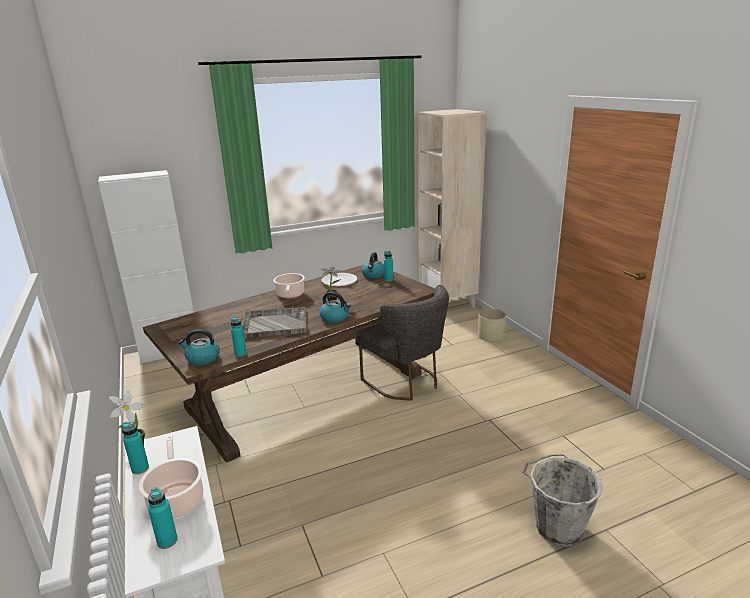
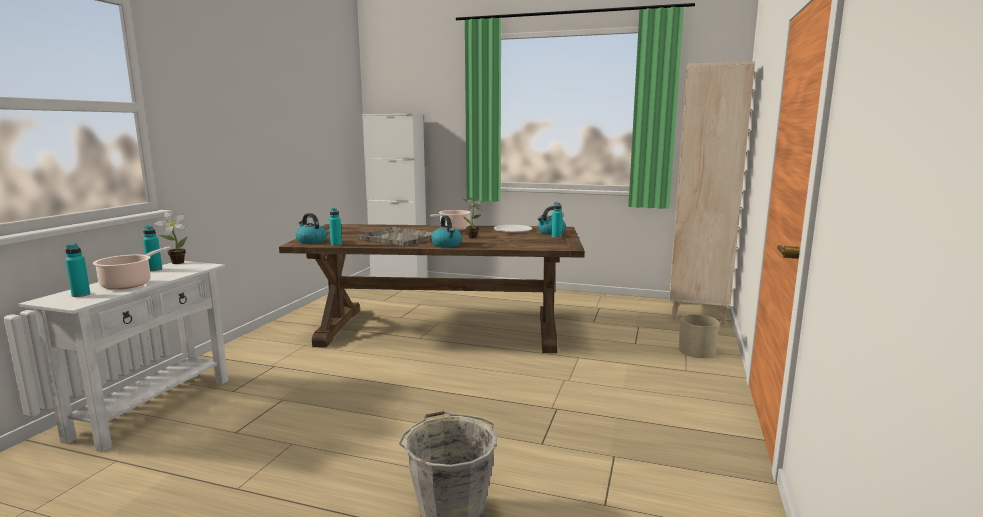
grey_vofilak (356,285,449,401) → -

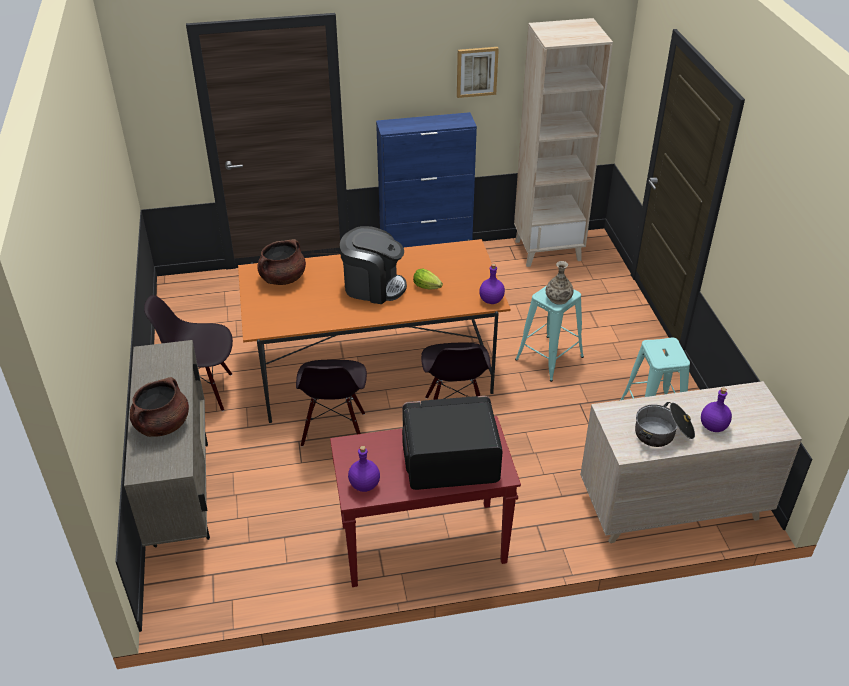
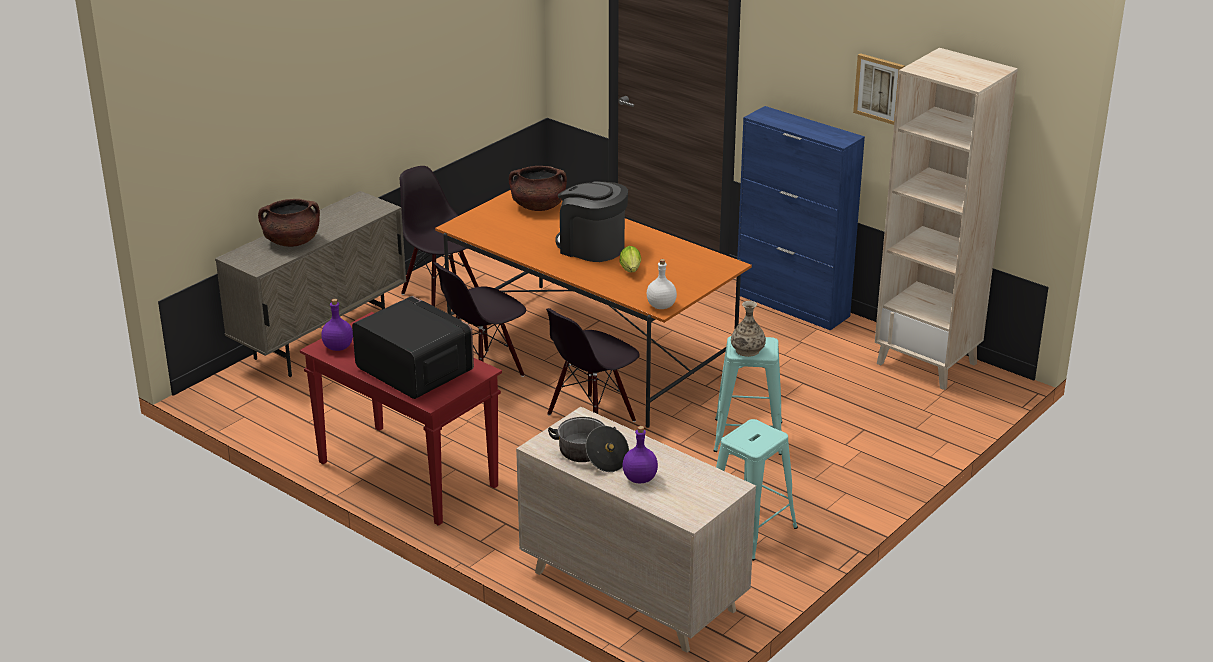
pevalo (340,226,407,304) → pevalo (555,181,628,262), 150 degrees clockwise
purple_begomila (479,264,505,304) → white_begomila (647,259,677,309)

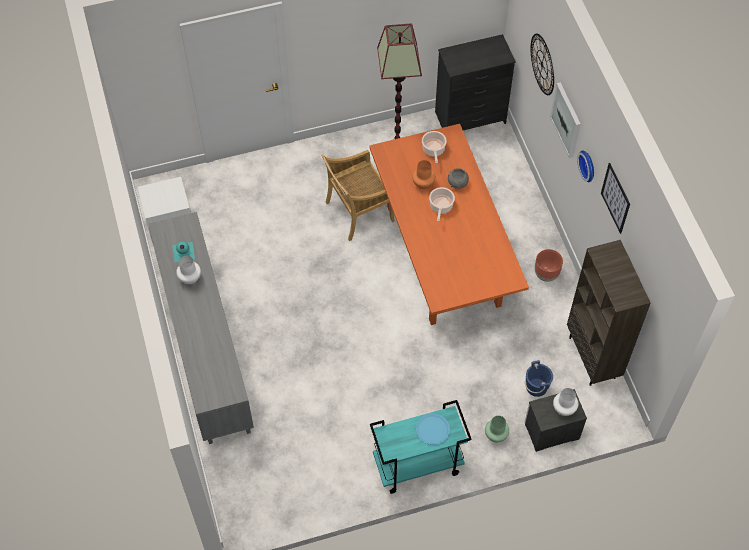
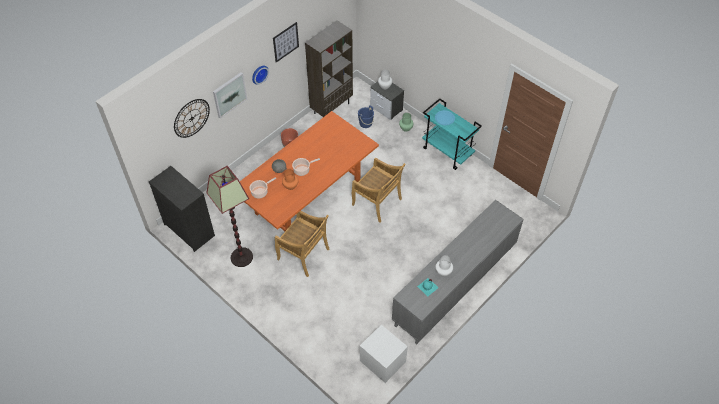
- → beige_vofilak (352,158,406,223)

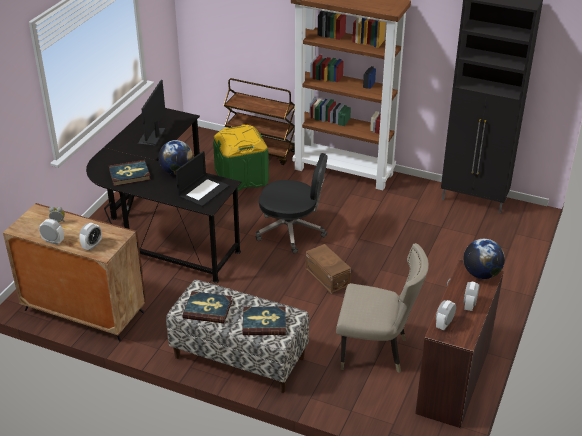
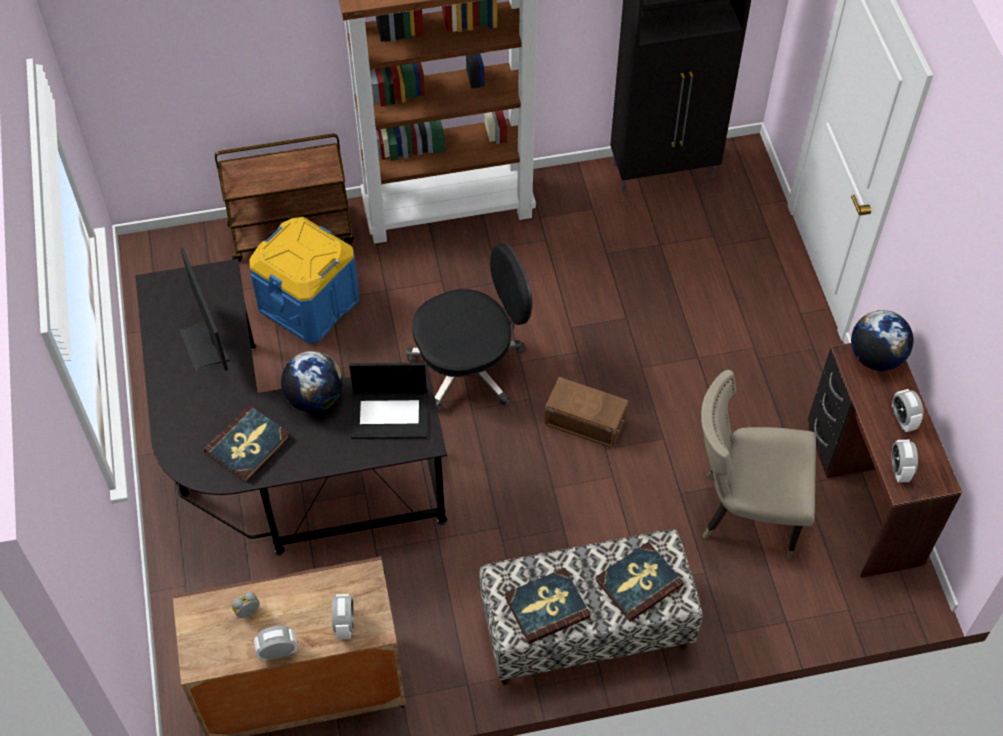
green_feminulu (213,125,269,191) → blue_feminulu (249,217,359,343)
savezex (176,151,229,207) → savezex (349,363,428,439), 90 degrees clockwise
beige_vofilak (336,243,429,373) → beige_vofilak (701,370,816,559), 150 degrees counterclockwise

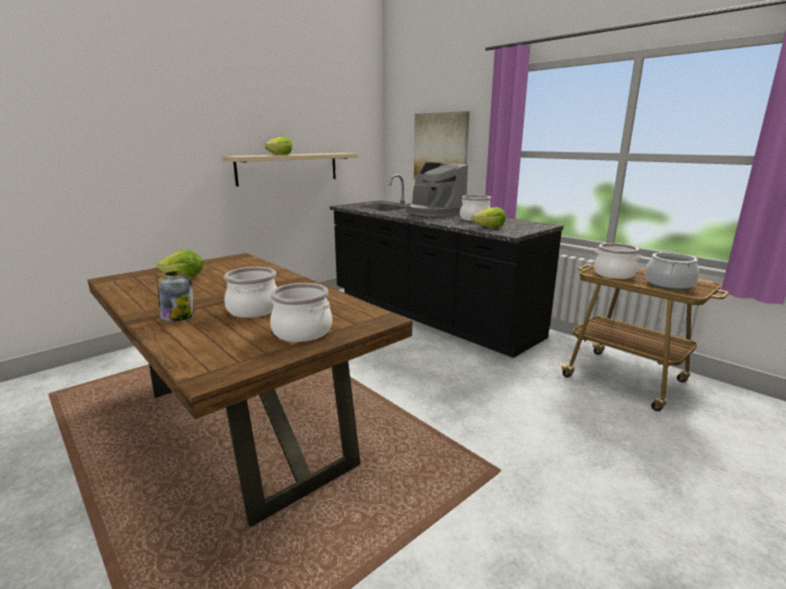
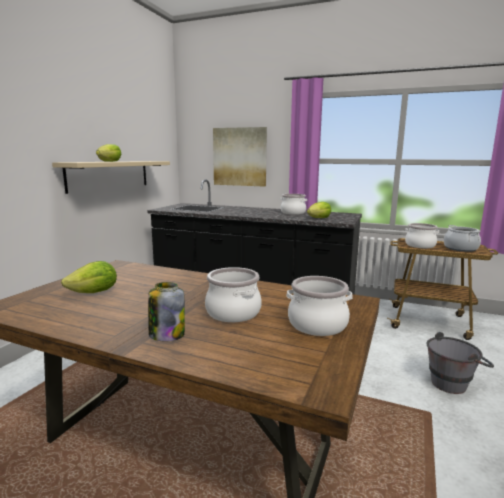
pevalo (406,162,468,217) → -
- → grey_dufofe (426,332,494,394)

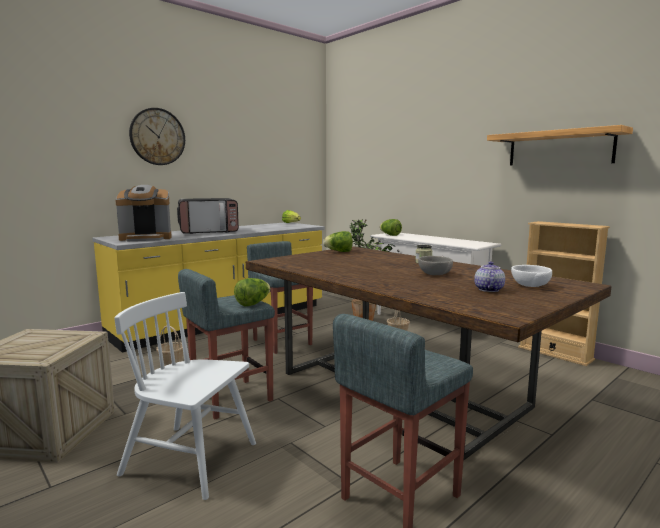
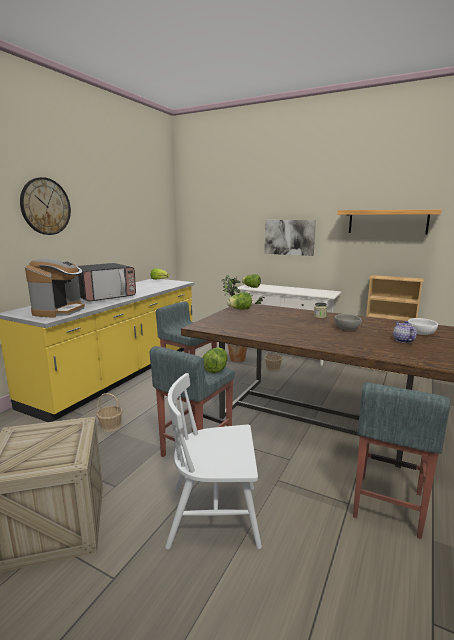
pevalo (116,185,172,241) → pevalo (25,259,85,317), 45 degrees counterclockwise
- → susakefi (264,220,316,256)

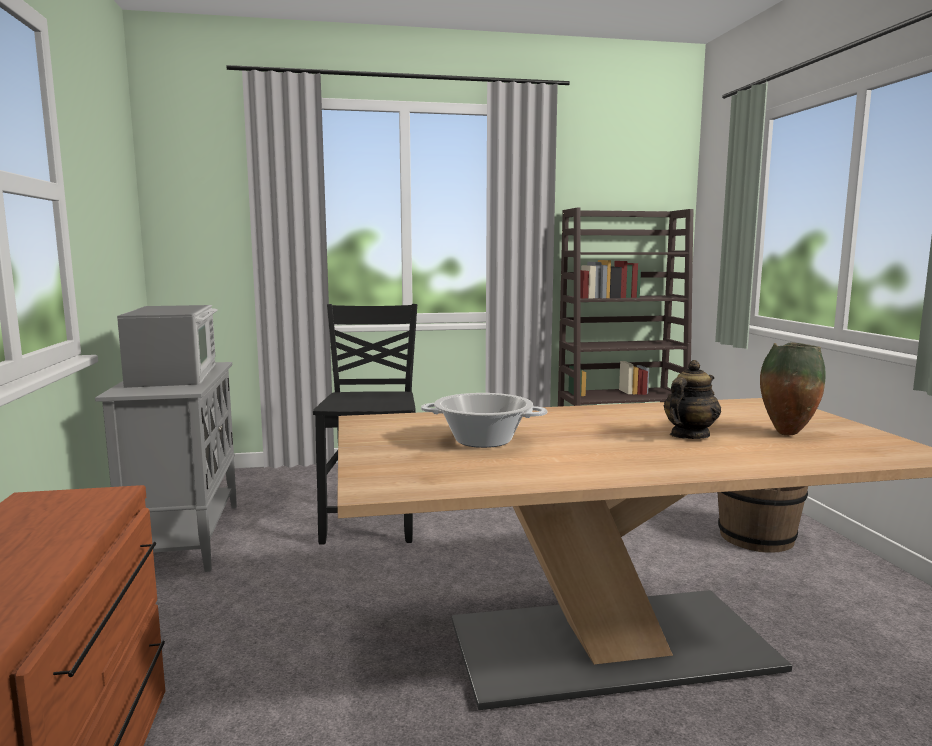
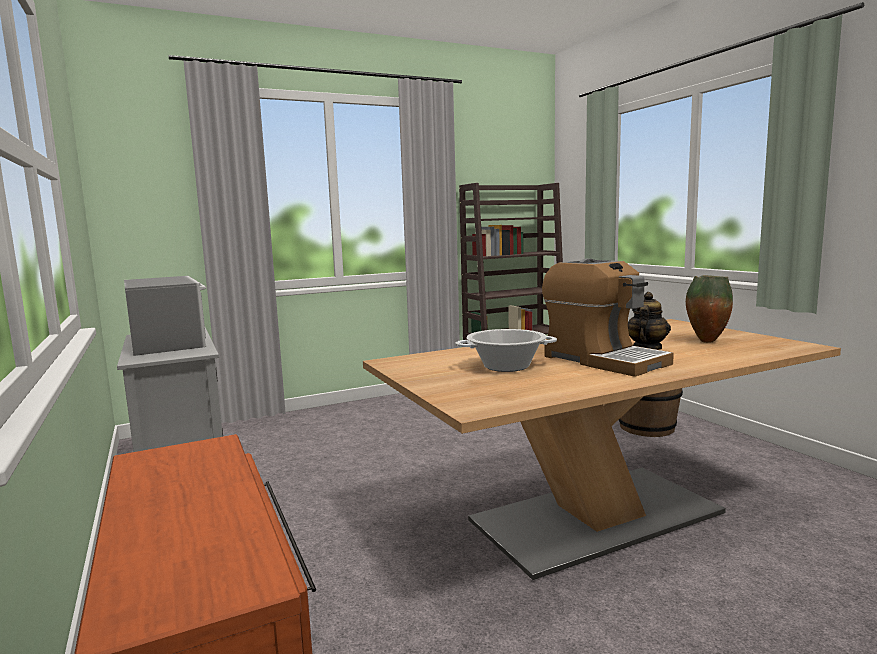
black_vofilak (313,304,417,545) → -
- → pevalo (542,259,674,377)

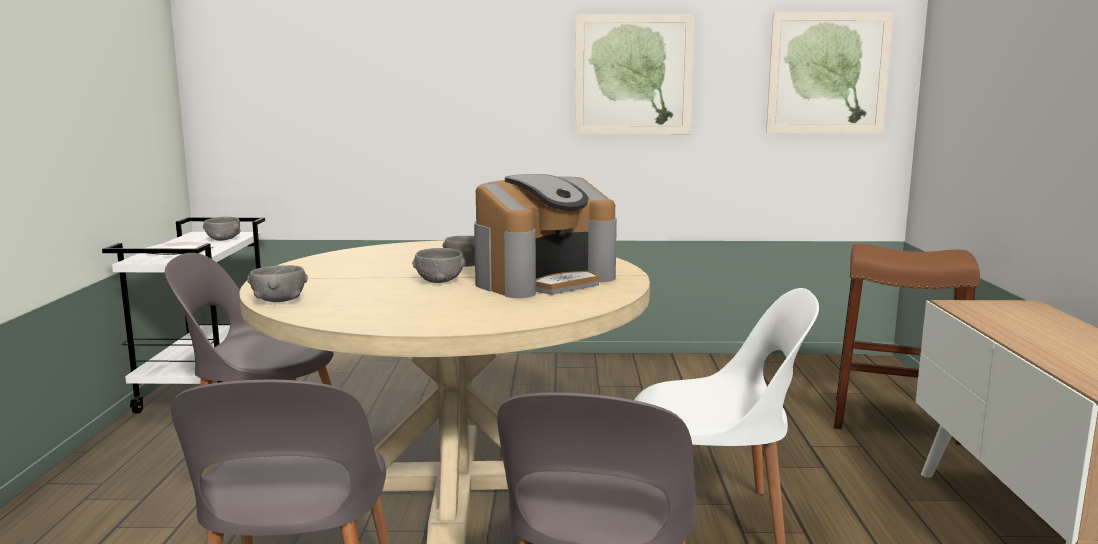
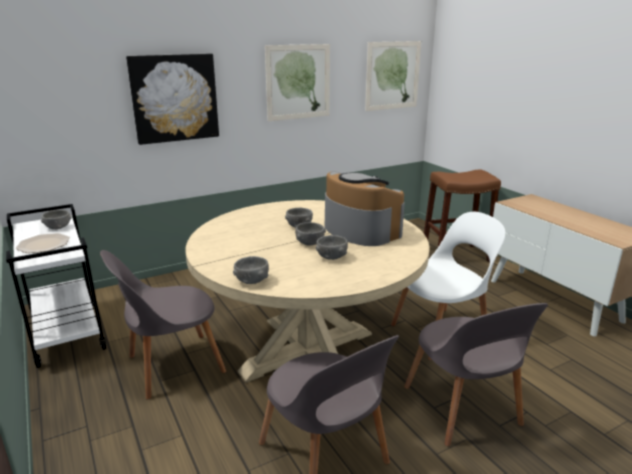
pevalo (474,174,617,298) → pevalo (325,171,405,246), 60 degrees counterclockwise
- → susakefi (126,54,219,145)
- → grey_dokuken (316,235,348,260)

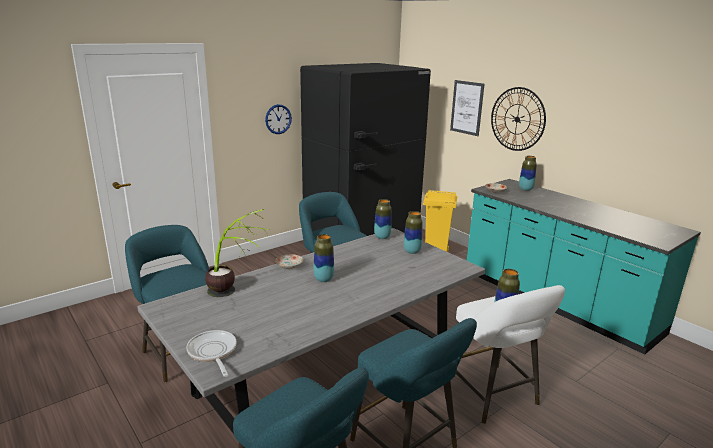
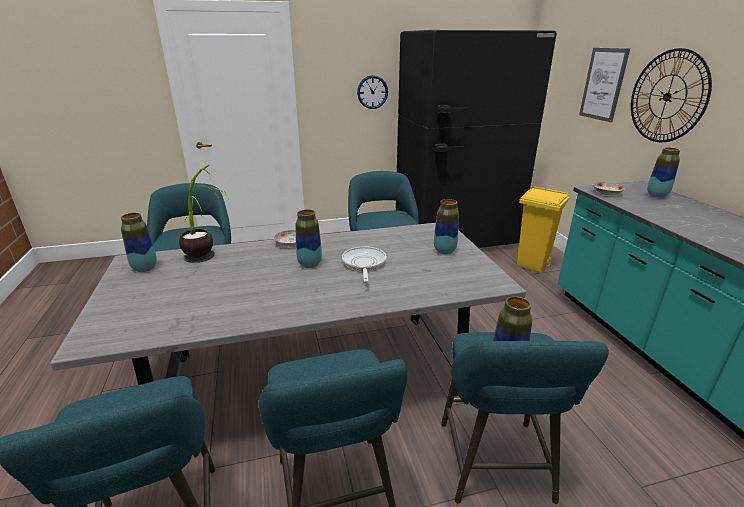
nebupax (374,199,392,239) → nebupax (121,213,157,272), move
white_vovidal (456,285,565,424) → turquoise_vovidal (441,332,609,504)
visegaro (186,330,237,377) → visegaro (342,246,386,282), move

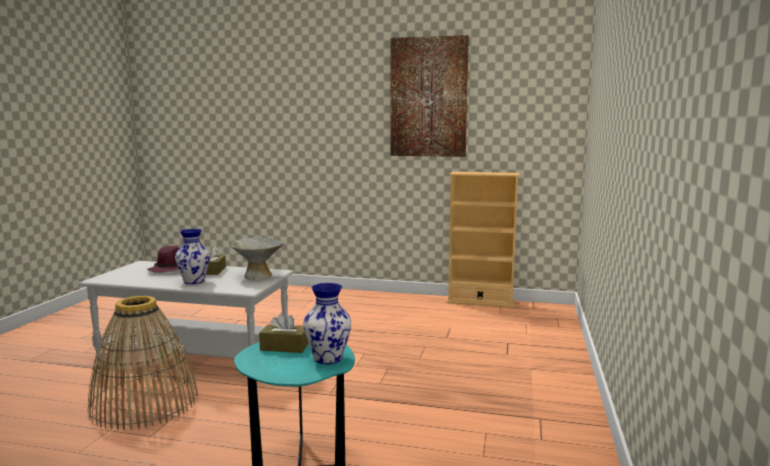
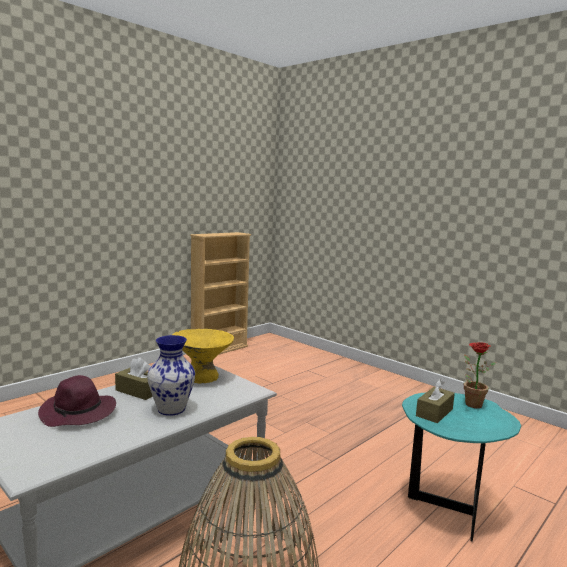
susakefi (390,35,469,157) → -
grey_dokuken (231,237,283,280) → yellow_dokuken (172,329,234,383)
nebupax (303,283,351,364) → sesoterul (464,342,496,408)

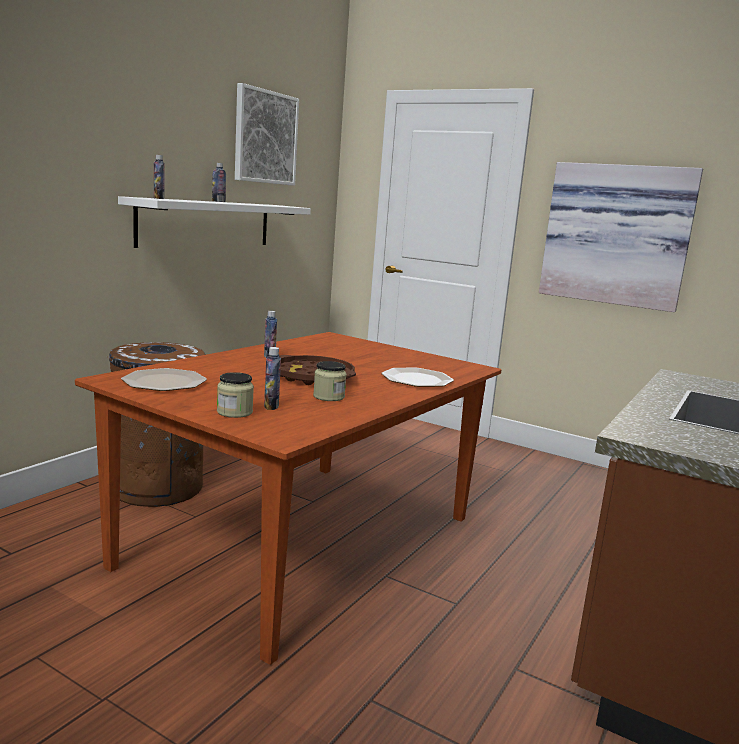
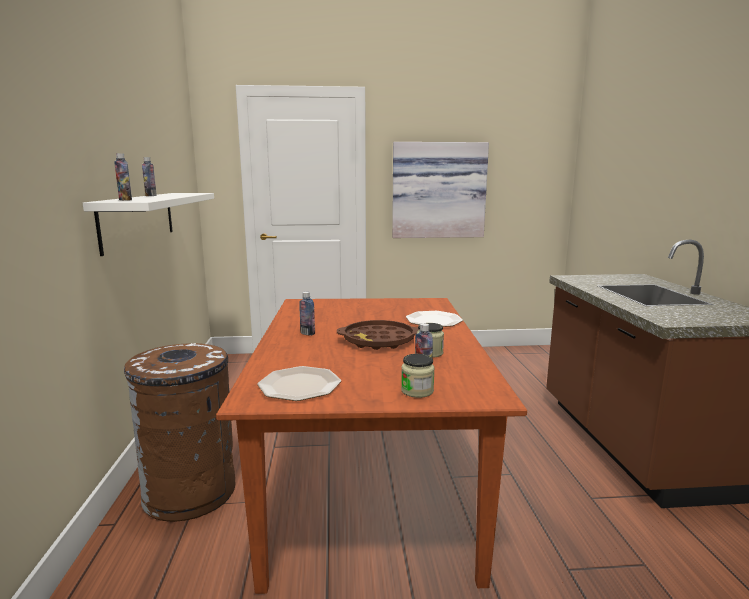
susakefi (235,83,299,186) → -

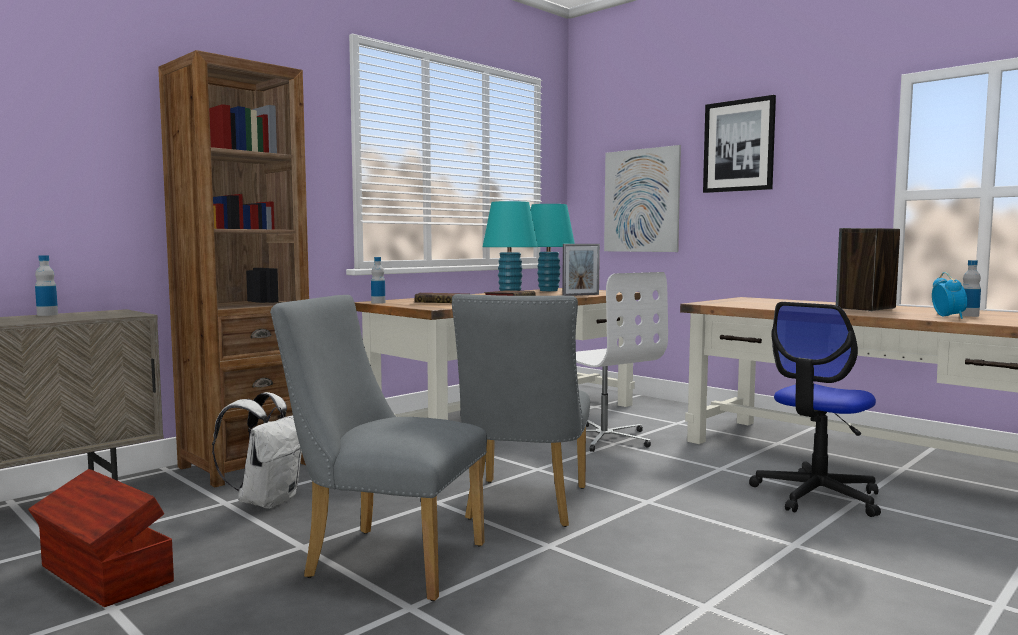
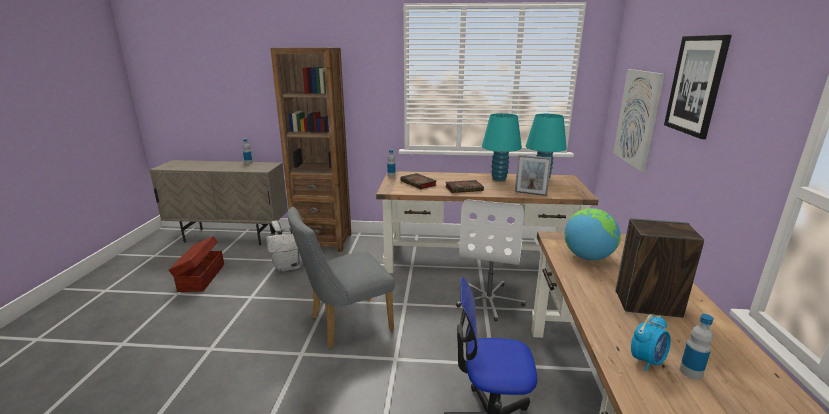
grey_vofilak (270,295,487,601) → -
- → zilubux (565,208,621,260)

